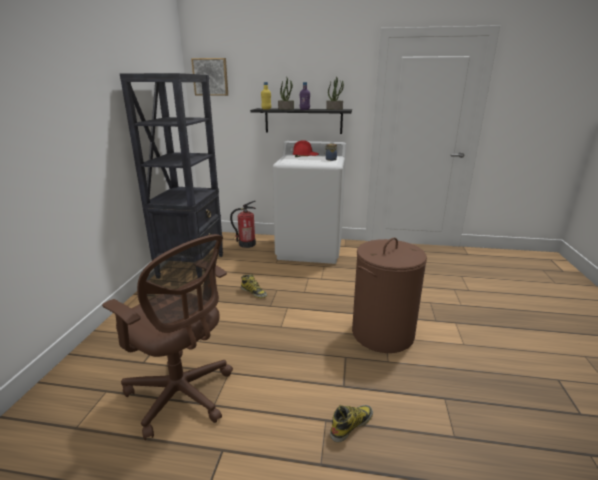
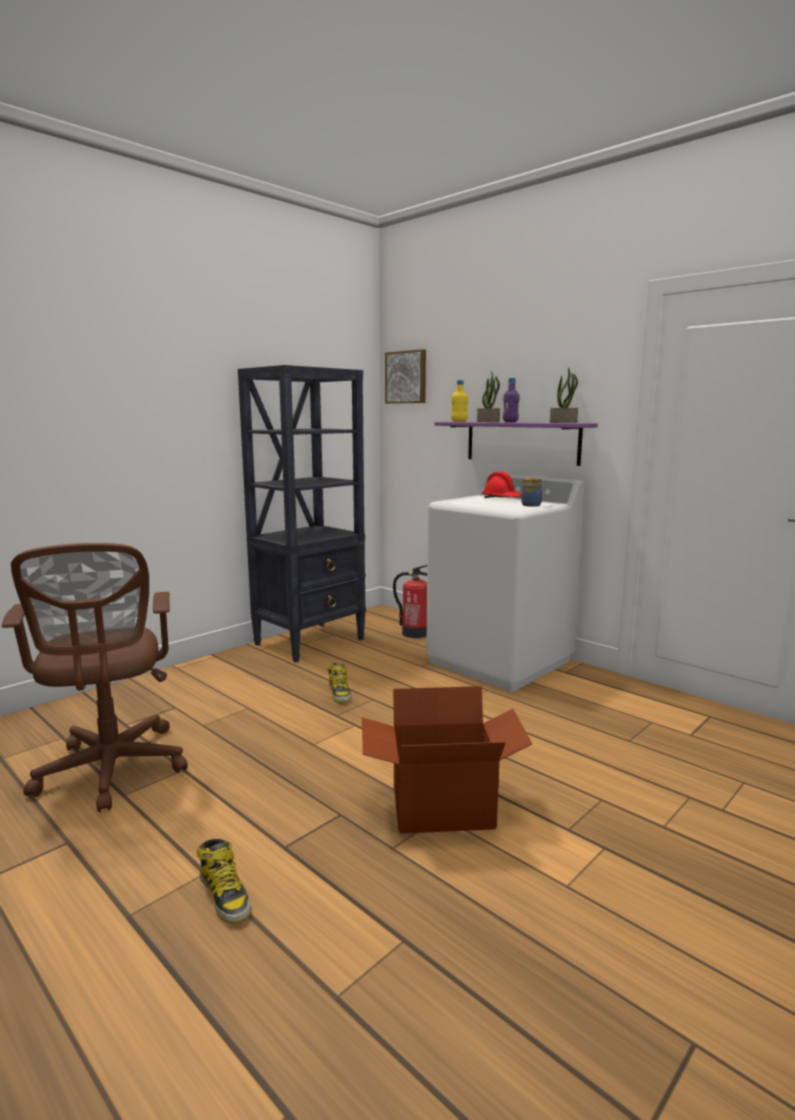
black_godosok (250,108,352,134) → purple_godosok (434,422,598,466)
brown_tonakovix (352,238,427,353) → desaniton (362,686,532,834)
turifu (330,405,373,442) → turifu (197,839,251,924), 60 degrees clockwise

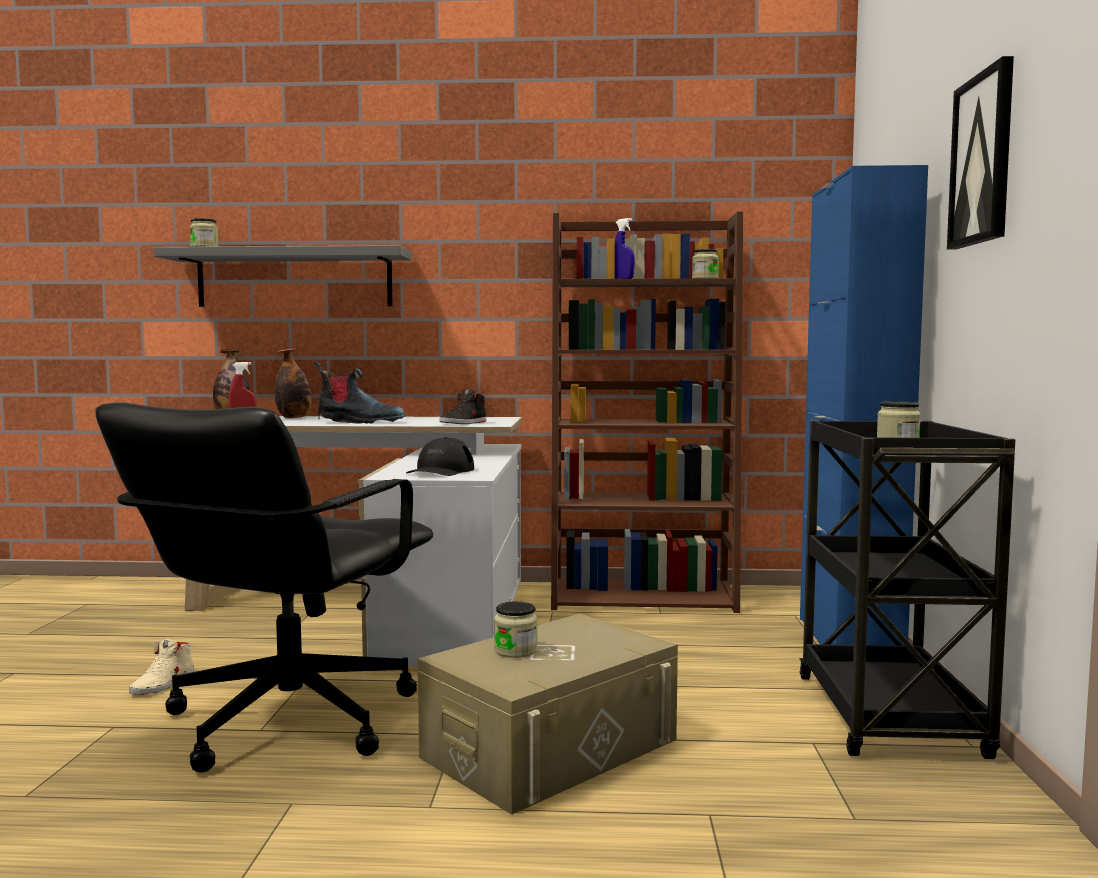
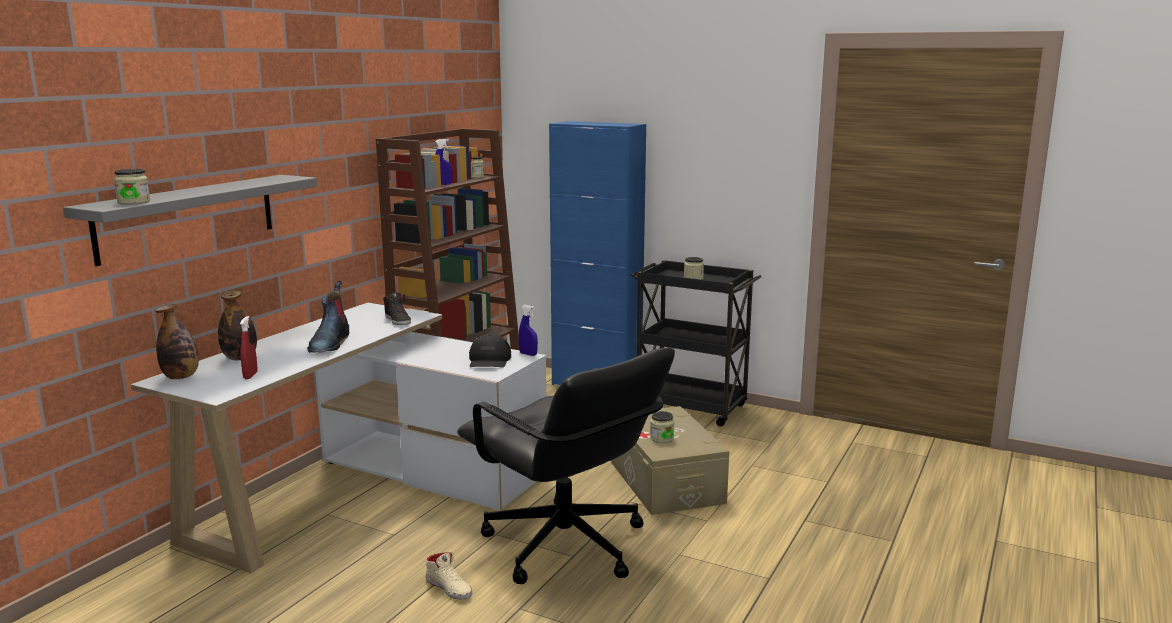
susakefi (947,56,1014,249) → -
turifu (313,361,406,424) → turifu (307,281,349,353), 150 degrees clockwise
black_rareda (406,437,474,476) → black_rareda (469,334,511,367), 45 degrees clockwise
- → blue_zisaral (519,305,538,356)

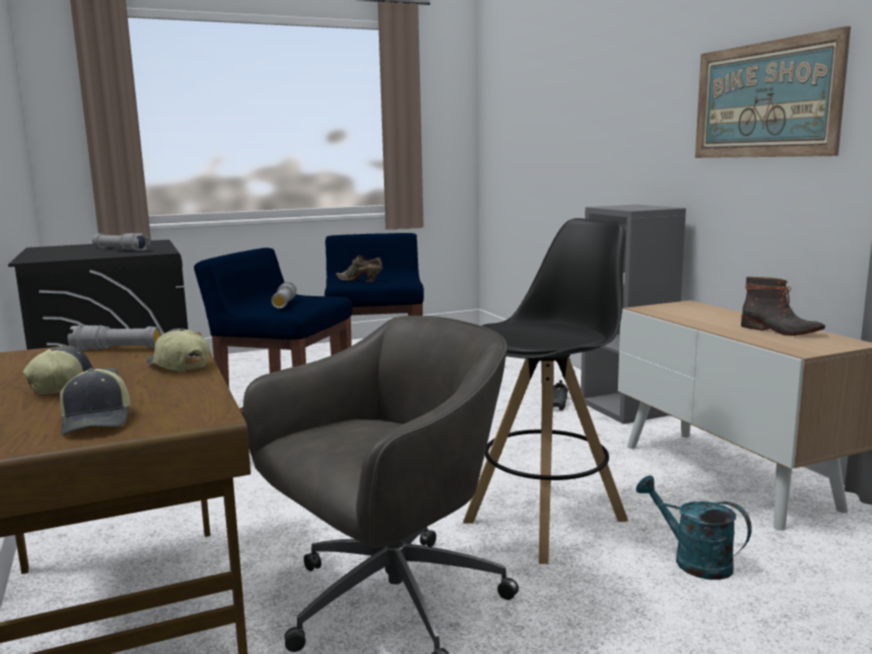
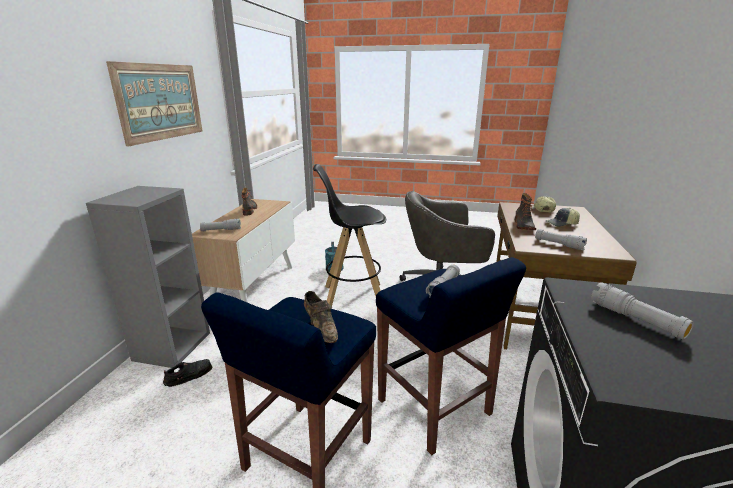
rareda (146,329,209,371) → turifu (515,193,536,230)
- → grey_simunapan (200,219,241,231)

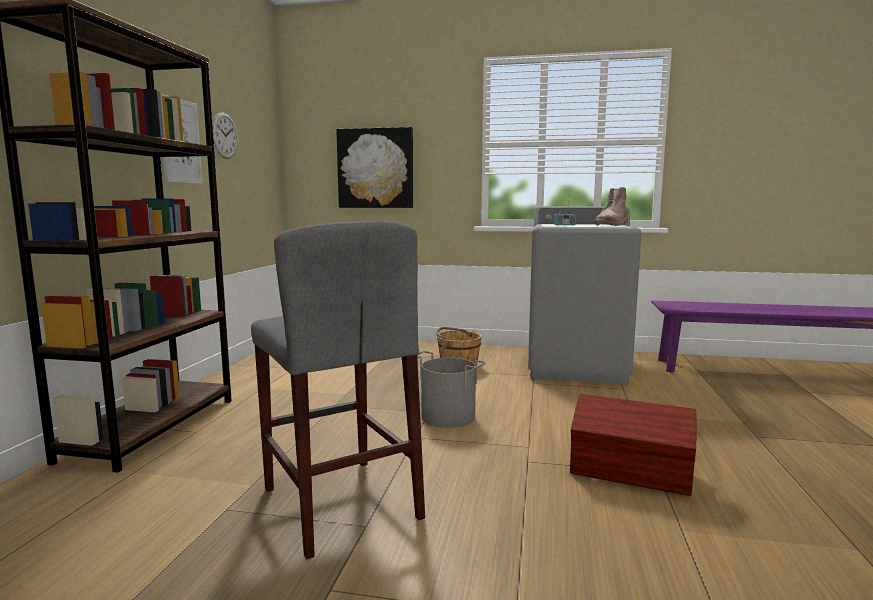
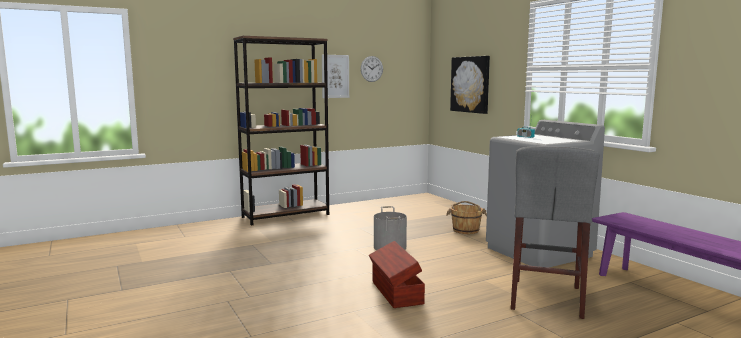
brown_turifu (594,187,628,226) → -
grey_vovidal (251,221,425,559) → grey_vovidal (511,146,599,319), move

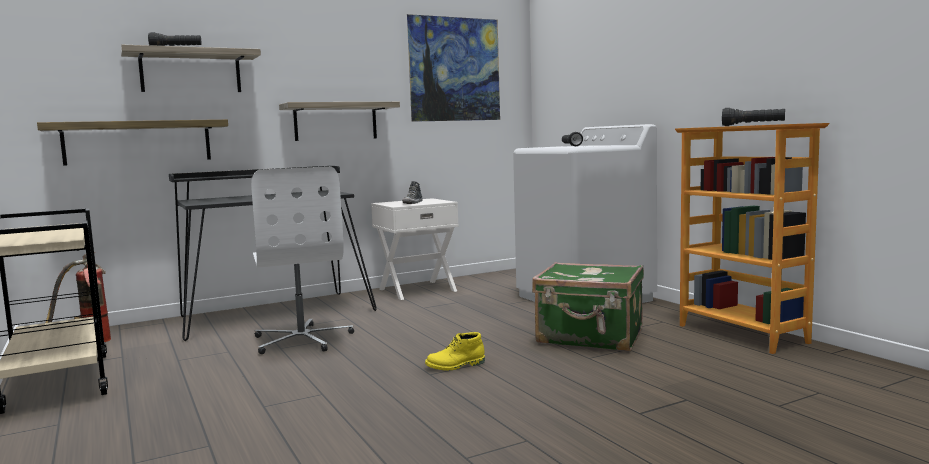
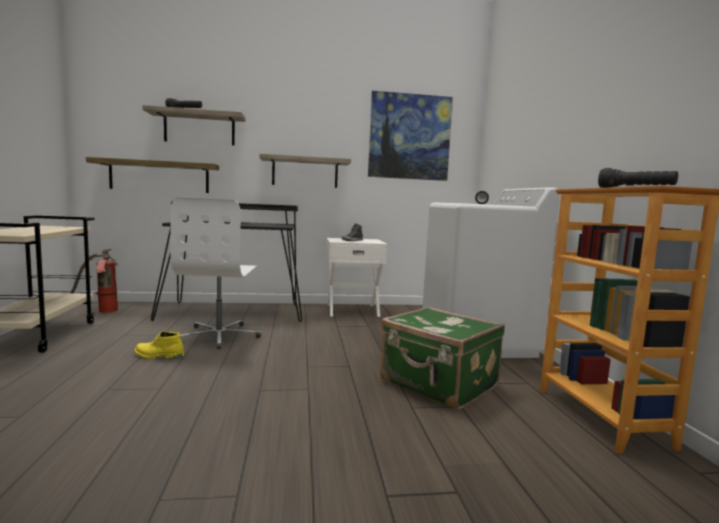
yellow_turifu (425,332,485,371) → yellow_turifu (134,331,184,359), move

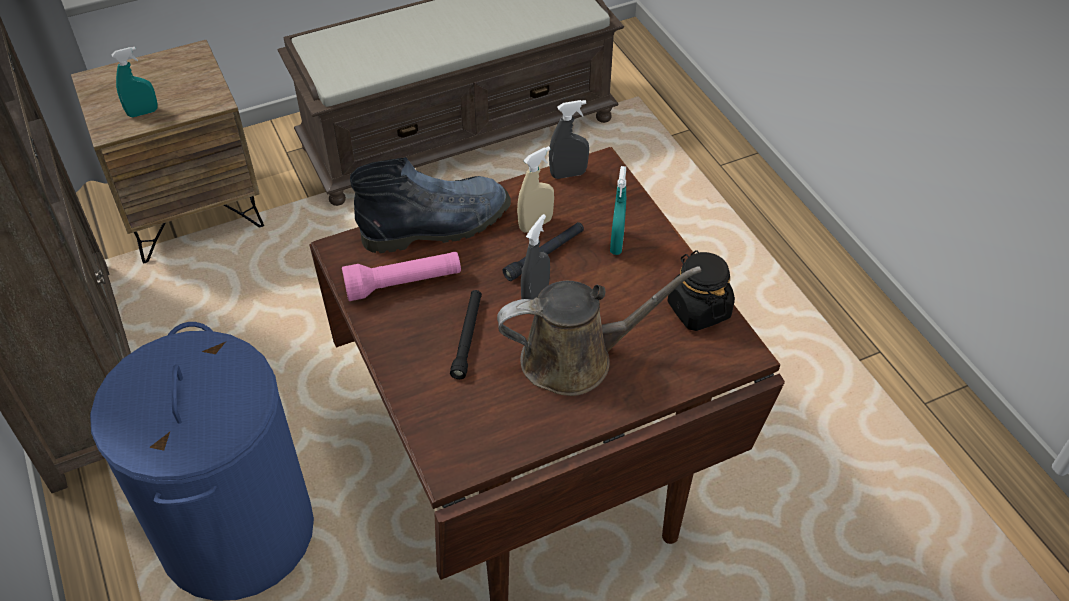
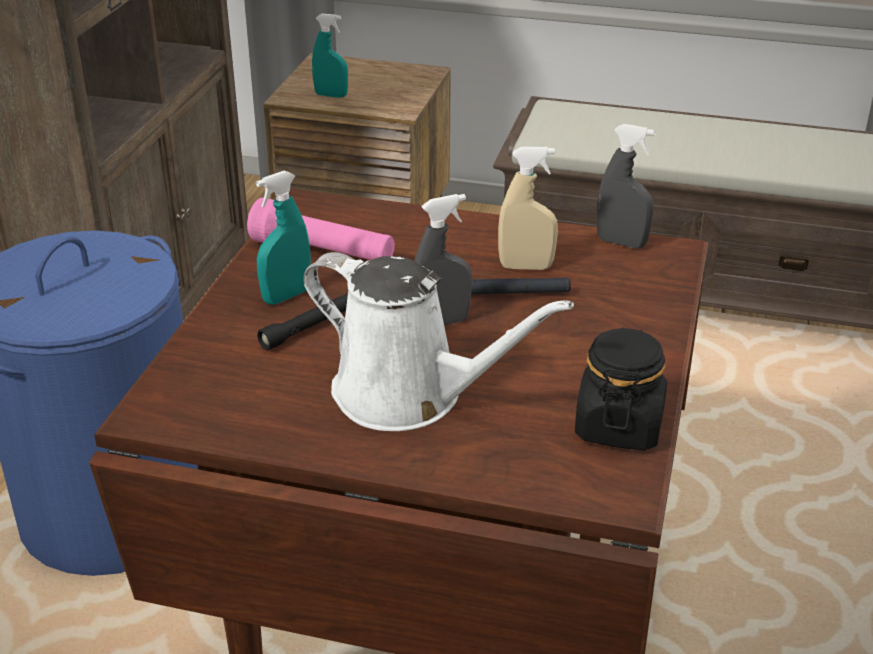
turifu (350,157,511,253) → -
turquoise_zisaral (610,166,627,255) → turquoise_zisaral (256,171,311,305), move
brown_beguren (497,266,702,396) → white_beguren (303,252,574,431)

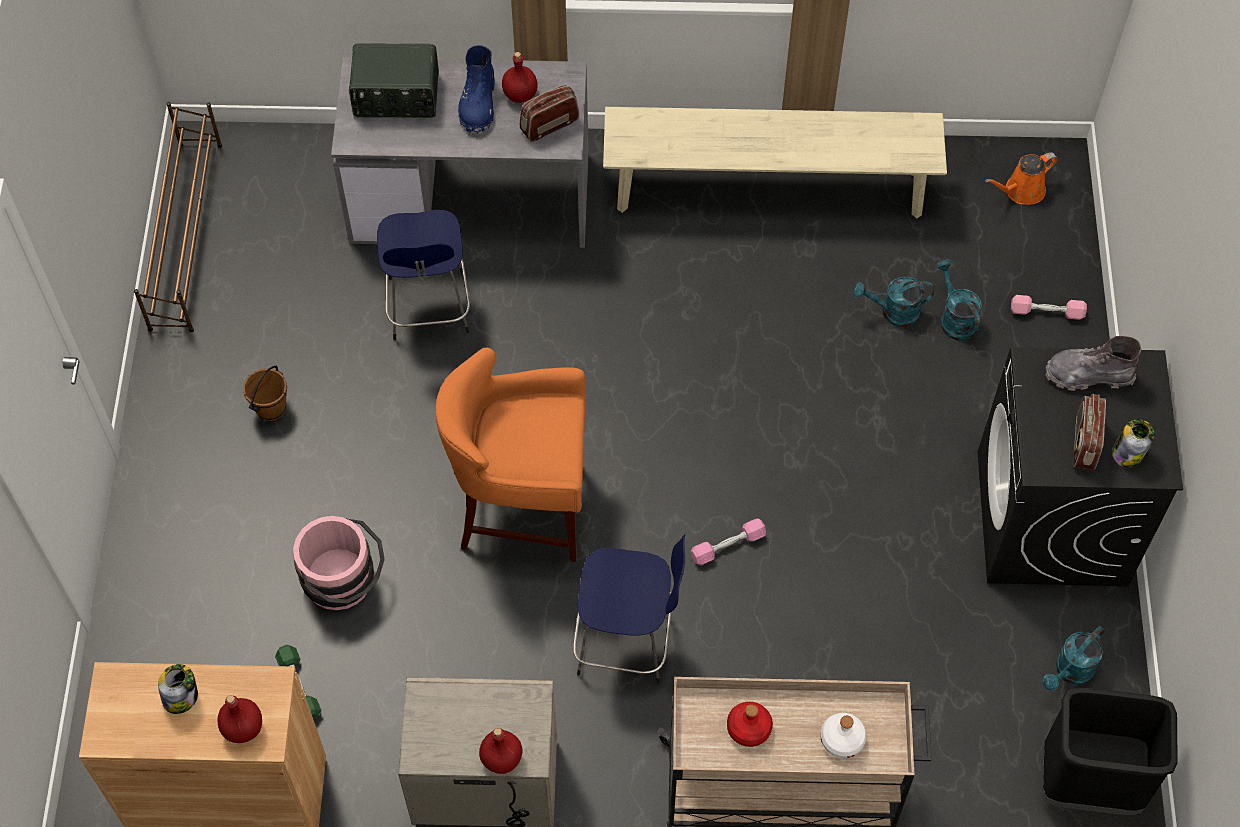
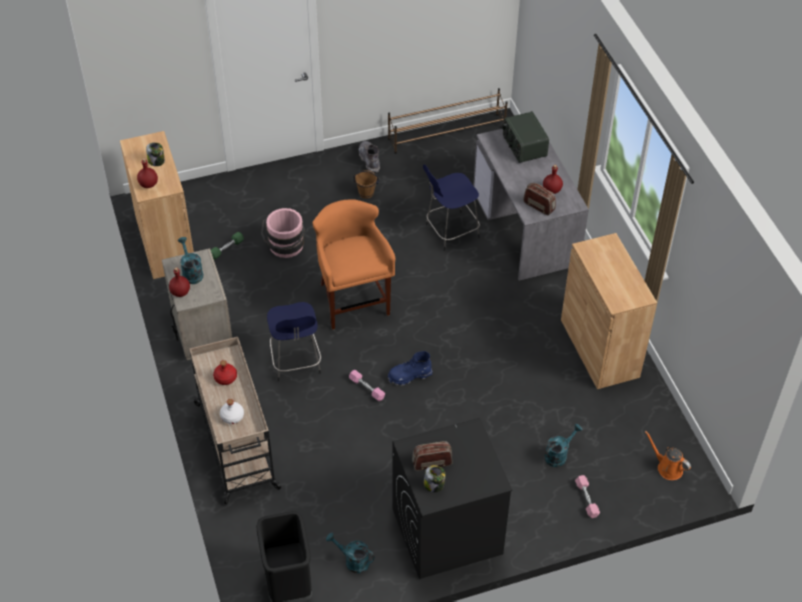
blue_turifu (458,45,495,135) → blue_turifu (388,351,433,385), move
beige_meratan (603,107,947,219) → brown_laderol (561,233,657,389)
turquoise_beguren (853,277,934,327) → turquoise_beguren (178,237,203,284), move
grey_turifu (1045,336,1141,391) → grey_turifu (358,141,380,173), move

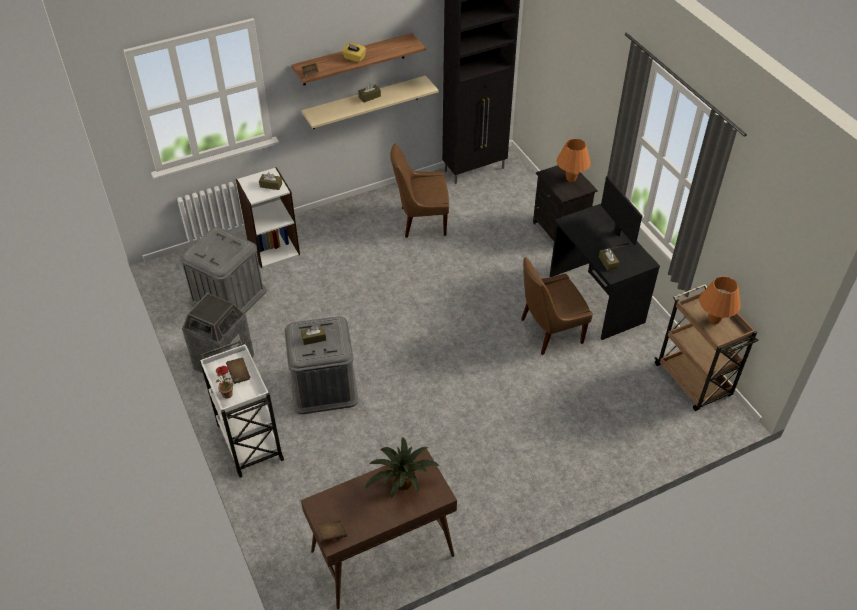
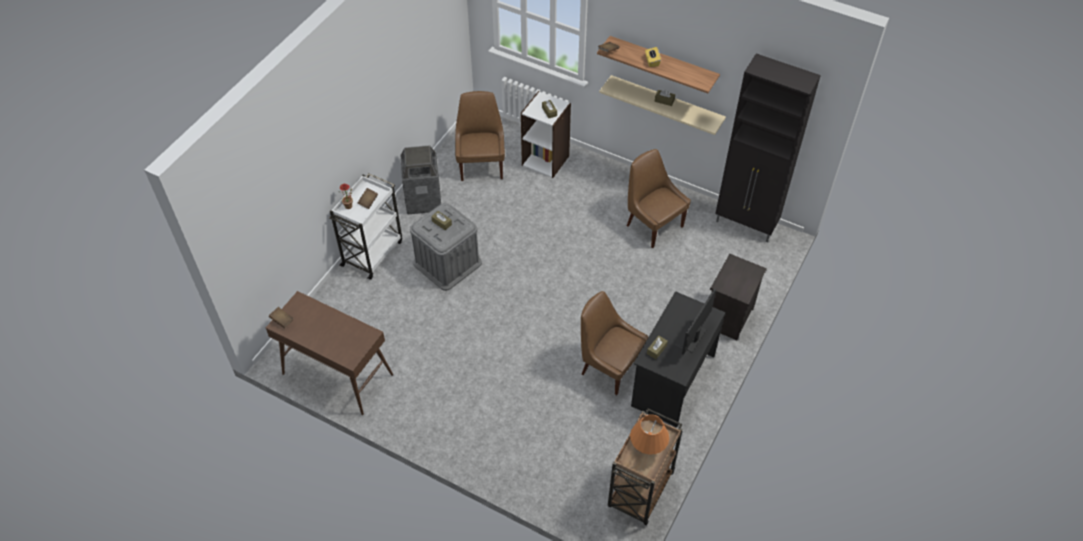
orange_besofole (556,138,591,182) → -
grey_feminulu (180,227,267,314) → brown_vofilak (455,91,505,181)
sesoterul (365,437,439,499) → -

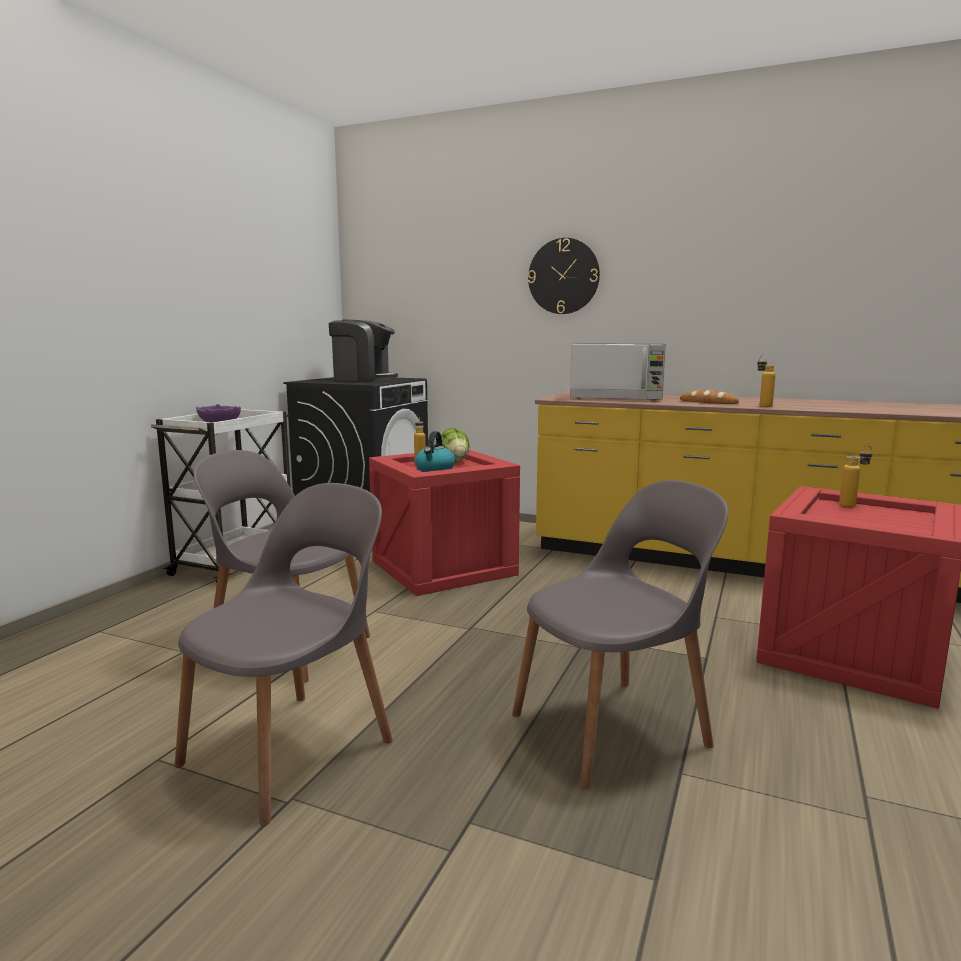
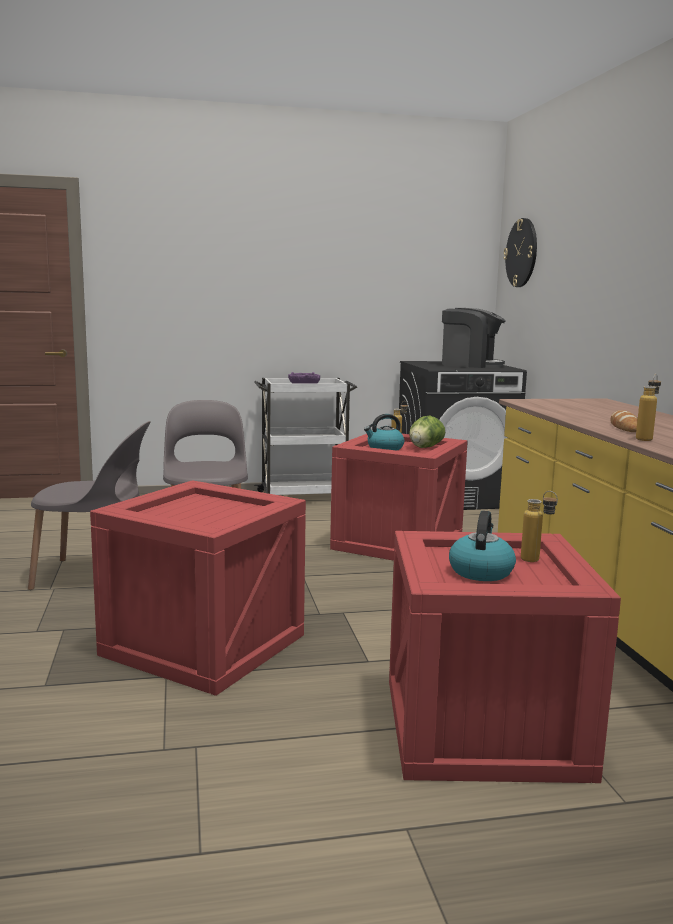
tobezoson (528,238,600,314) → tobezoson (503,218,537,287), move
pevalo (329,320,398,381) → pevalo (442,308,506,368), 45 degrees counterclockwise
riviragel (570,343,666,401) → -
grey_vofilak (512,480,728,789) → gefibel (90,480,306,696)
- → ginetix (449,511,516,581)

